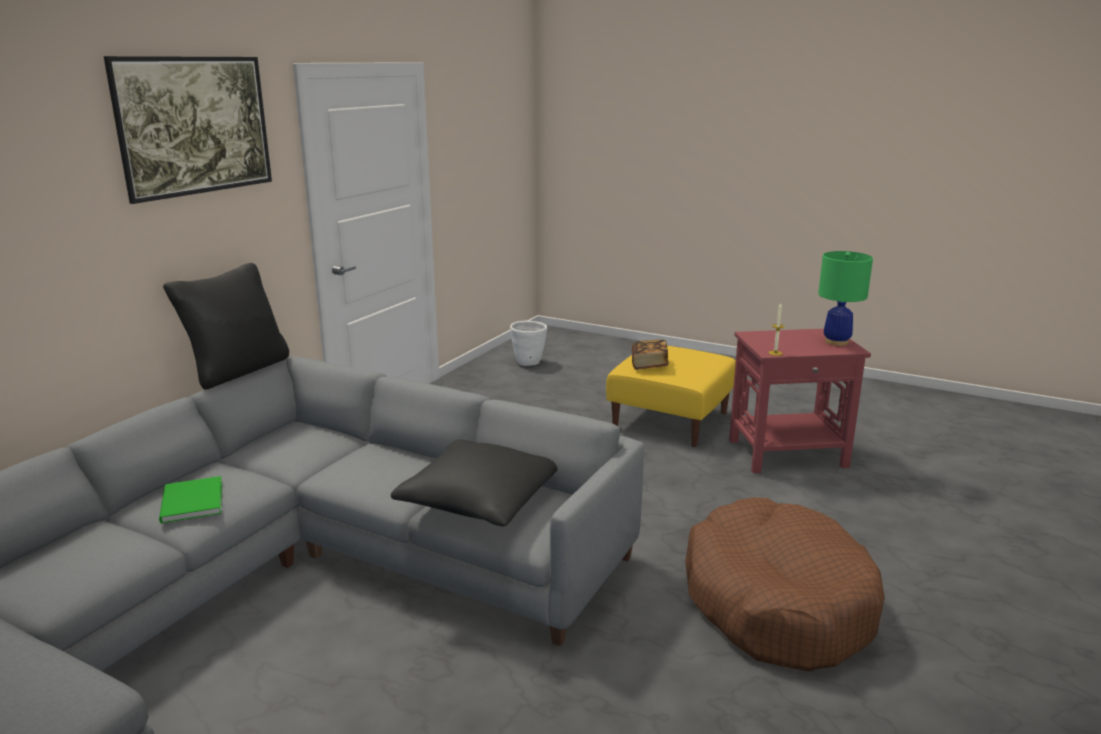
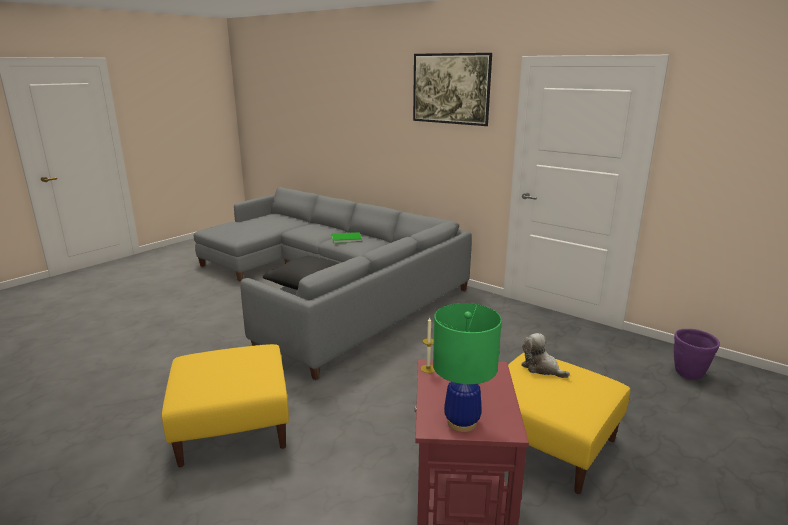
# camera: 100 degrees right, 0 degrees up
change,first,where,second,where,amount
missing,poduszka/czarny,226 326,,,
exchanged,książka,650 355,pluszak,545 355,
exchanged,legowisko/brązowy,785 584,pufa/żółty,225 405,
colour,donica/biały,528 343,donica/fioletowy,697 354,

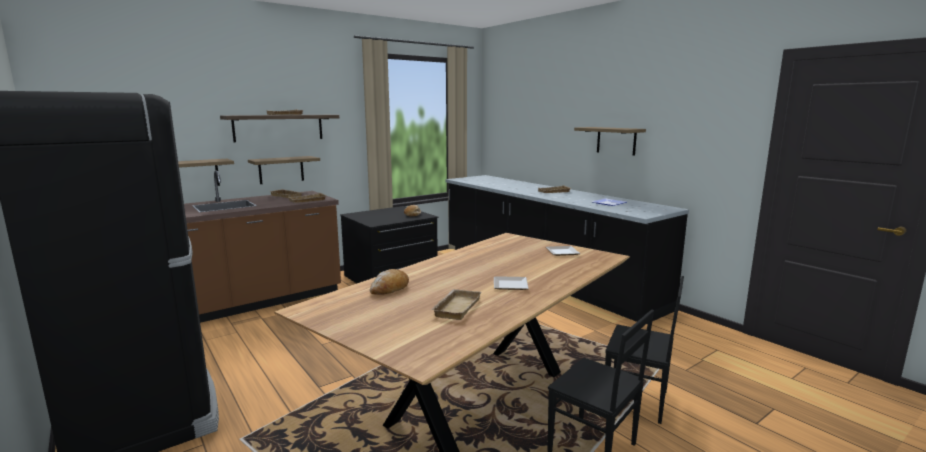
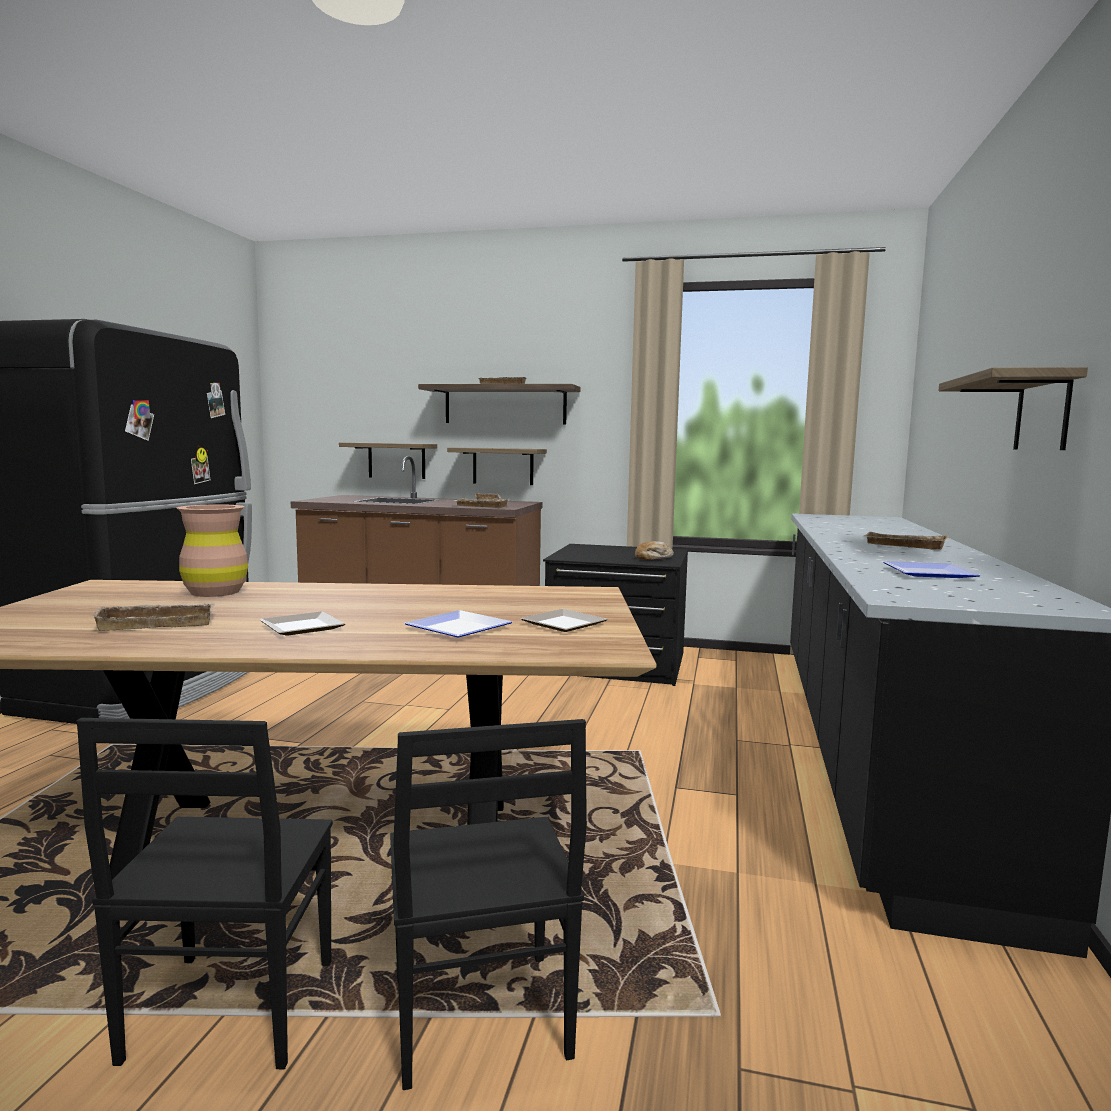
# camera: 50 degrees right, 5 degrees down
change,first,where,second,where,amount
appeared,,,talerz,458 623,
exchanged,chleb,389 282,wazon/brązowy,212 550,

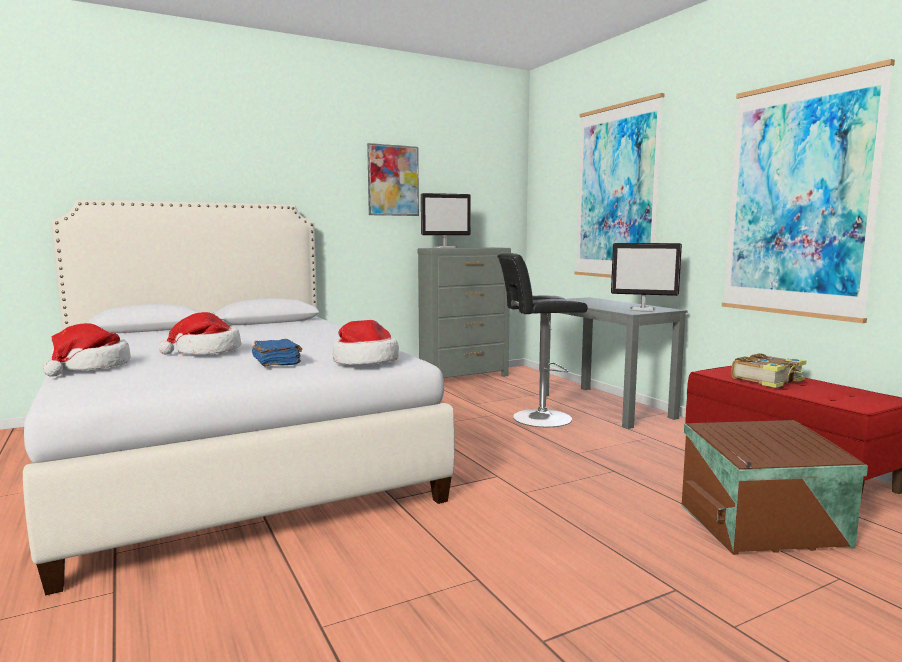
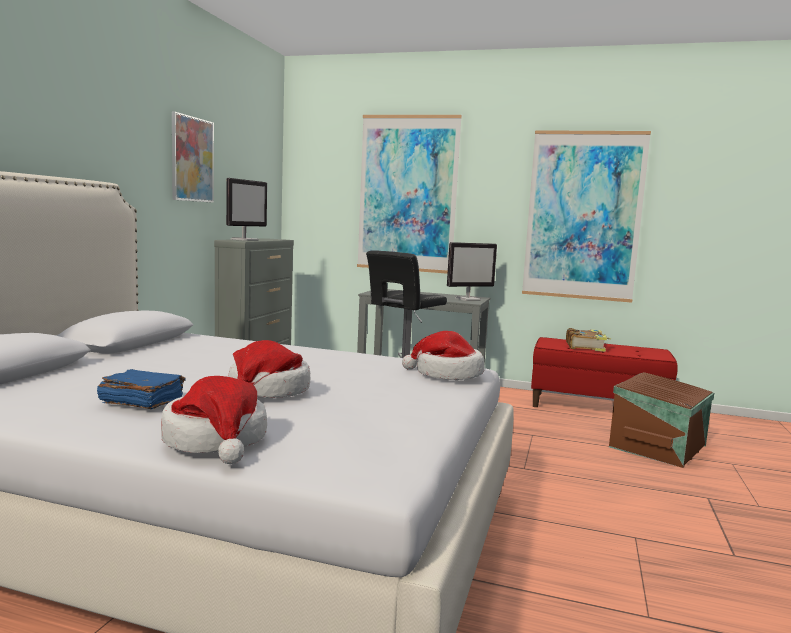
# camera: 45 degrees left, 0 degrees up
change,first,where,second,where,amount
relocated,książka/niebieski,277 352,,141 389,

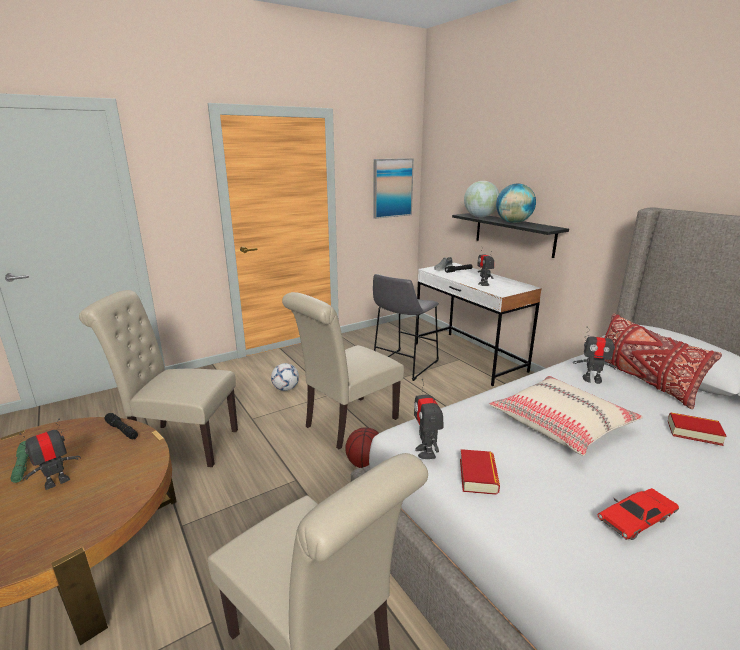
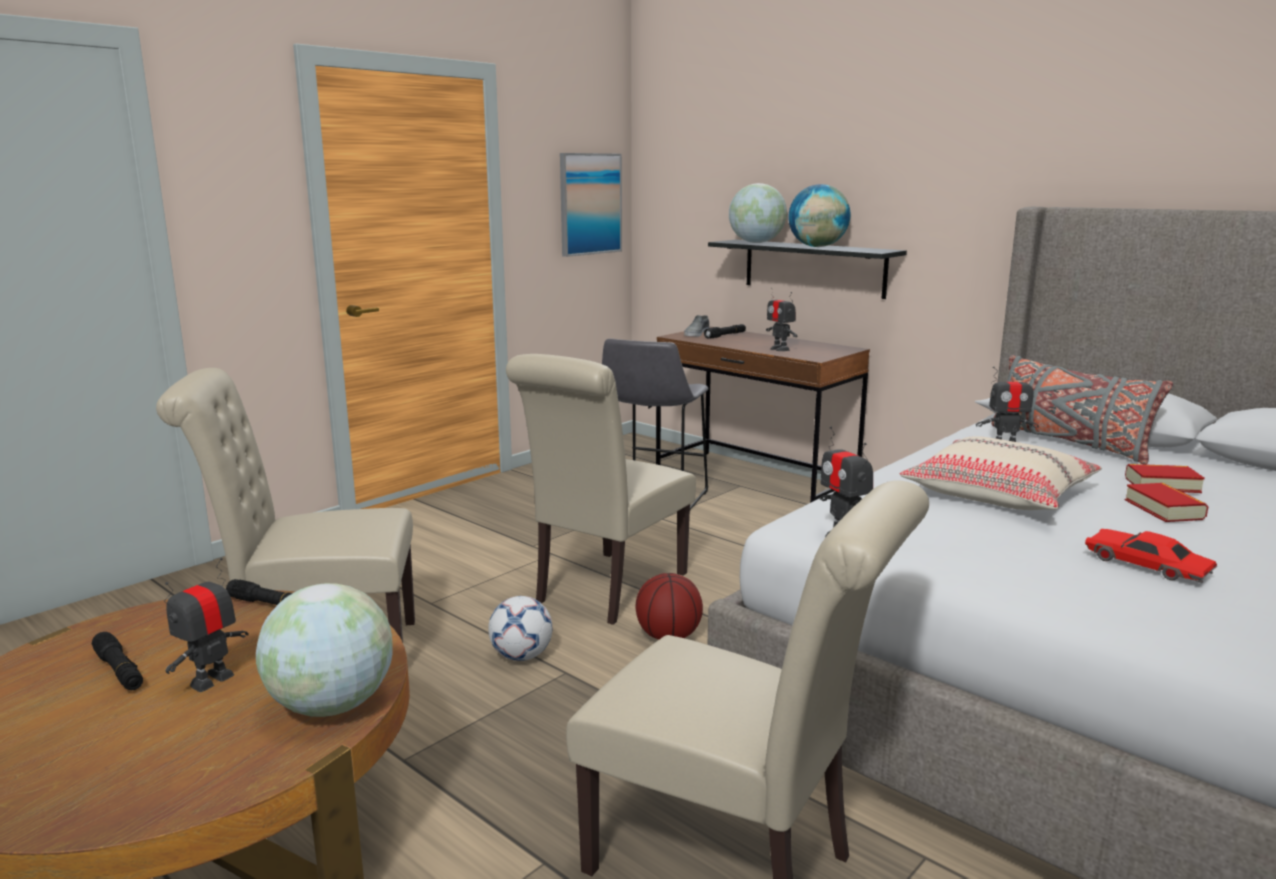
# camera: 15 degrees left, 5 degrees down
change,first,where,second,where,amount
appeared,,,globus,324 650,
relocated,piłka futbolowa,285 377,,520 628,
relocated,książka,480 472,,1167 502,
colour,latarka/zielony,19 462,latarka/czarny,117 661,
colour,biurko/biały,479 324,biurko/brązowy,763 414,
colour,poduszka/czerwony,663 361,poduszka/szary,1082 410,
spun,samochodzik/czerwony,638 514,,1151 556,90 degrees clockwise

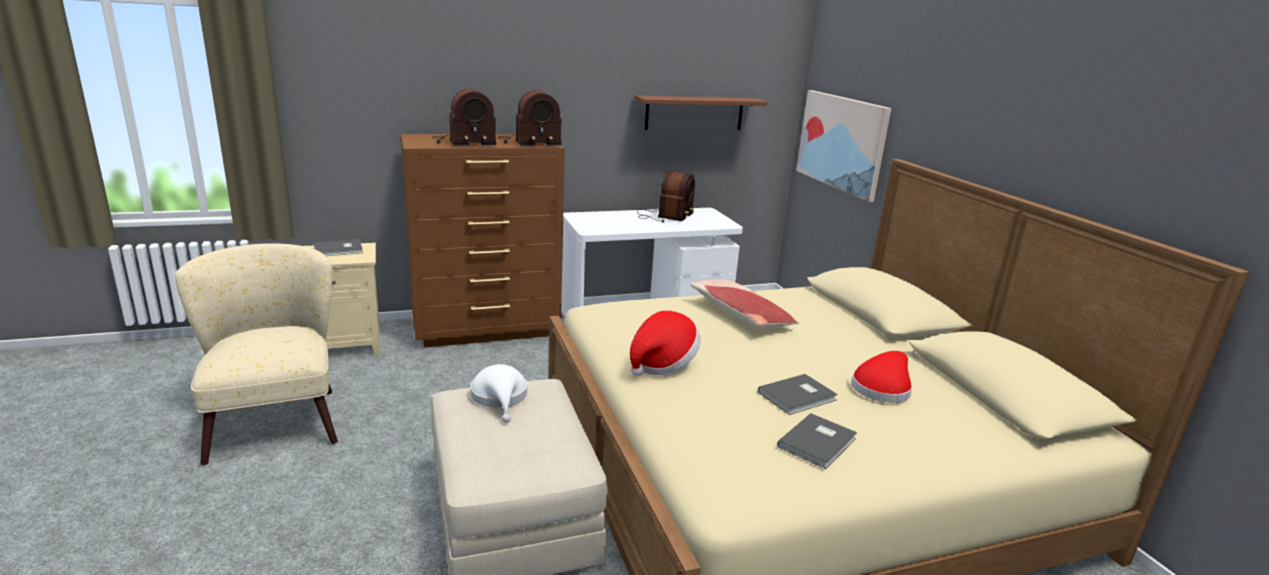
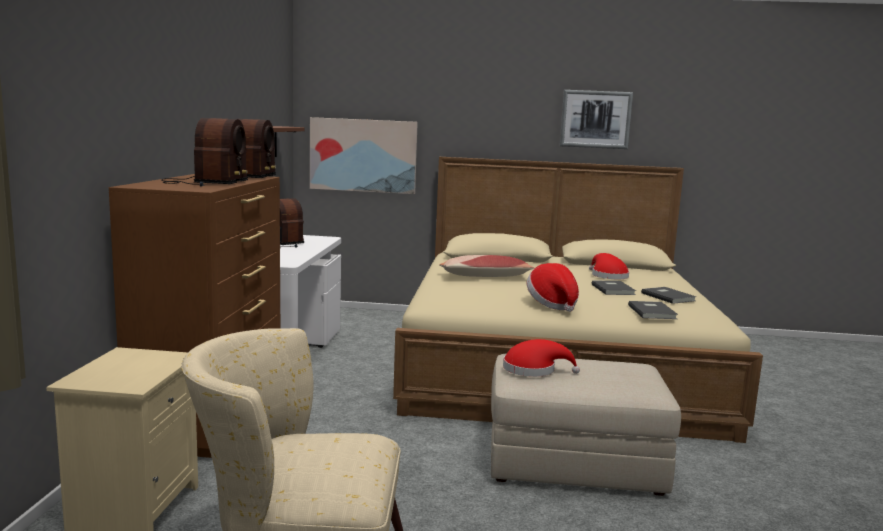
# camera: 65 degrees left, 10 degrees down
change,first,where,second,where,amount
appeared,,,obraz,596 119,
relocated,książka/szary,338 247,,653 310,
colour,kapelusz/biały,498 393,kapelusz/czerwony,541 358,

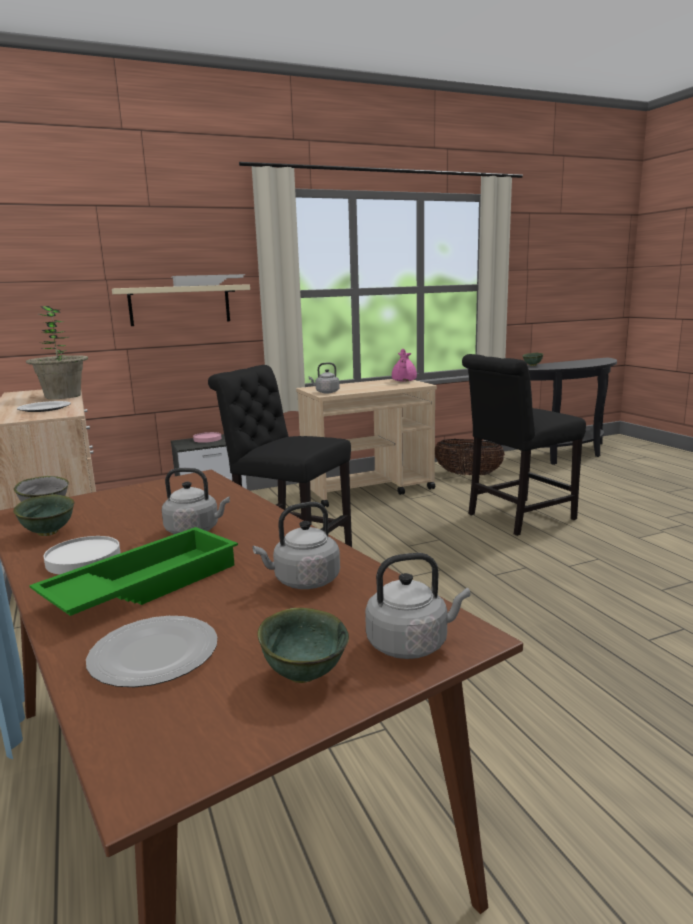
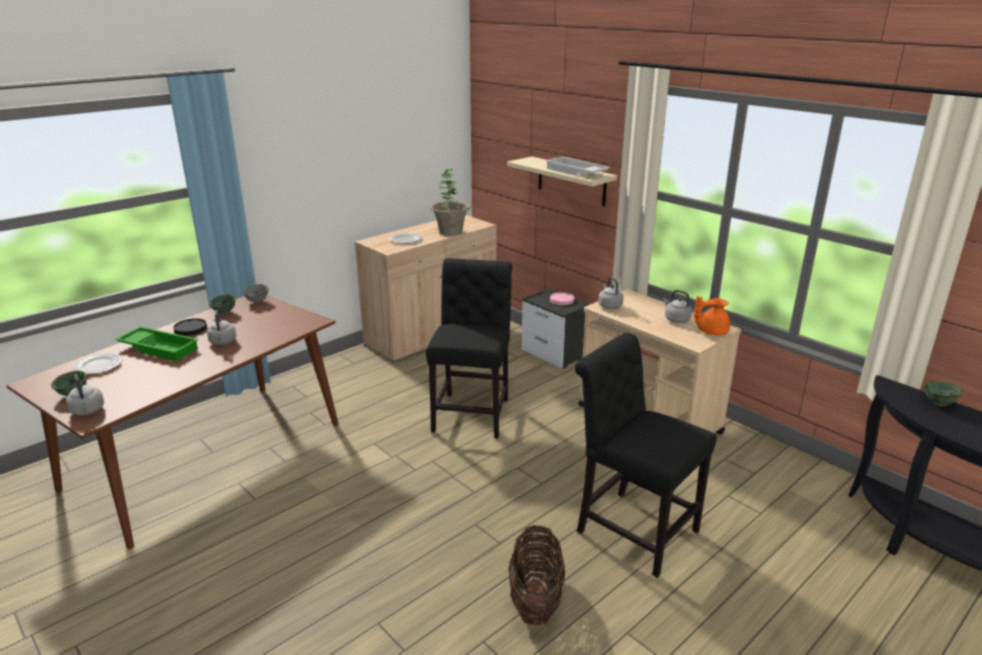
# camera: 70 degrees right, 10 degrees up
change,first,where,second,where,amount
relocated,czajnik/szary,296 545,,677 306,
relocated,koszyk,470 457,,536 575,
colour,talerz/biały,82 555,talerz/czarny,190 327,
colour,imbryk/różowy,404 365,imbryk/pomarańczowy,712 315,

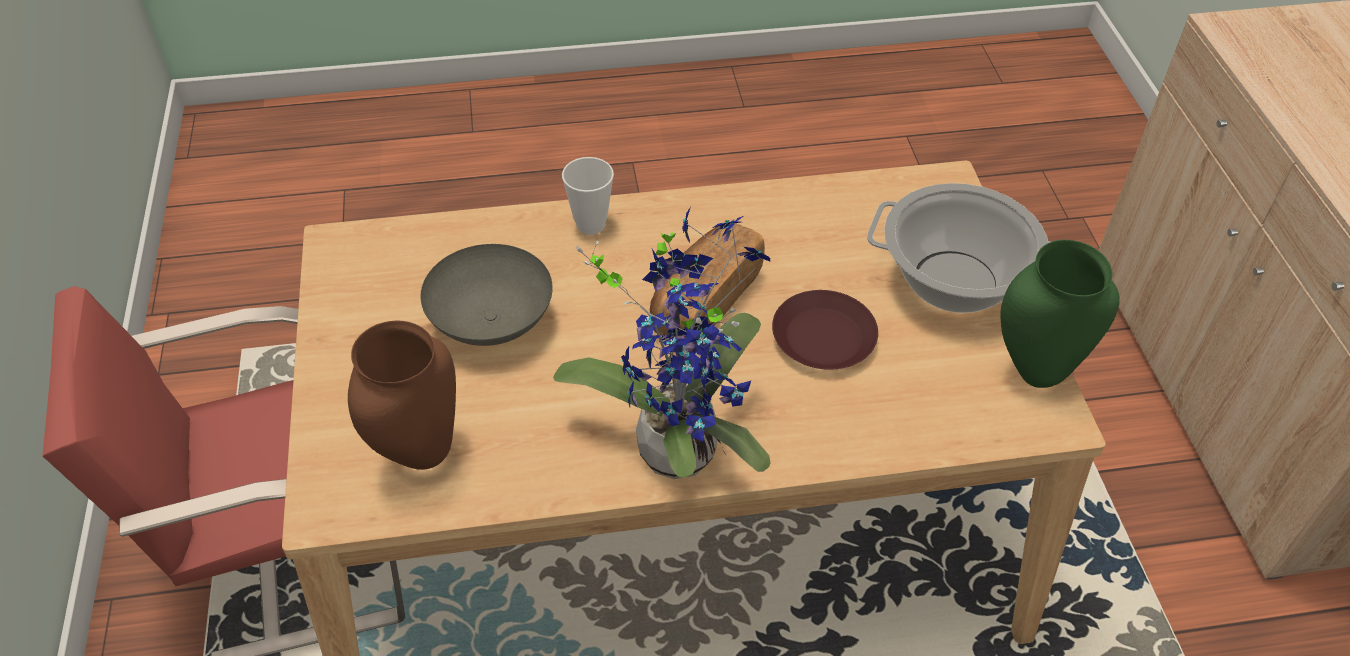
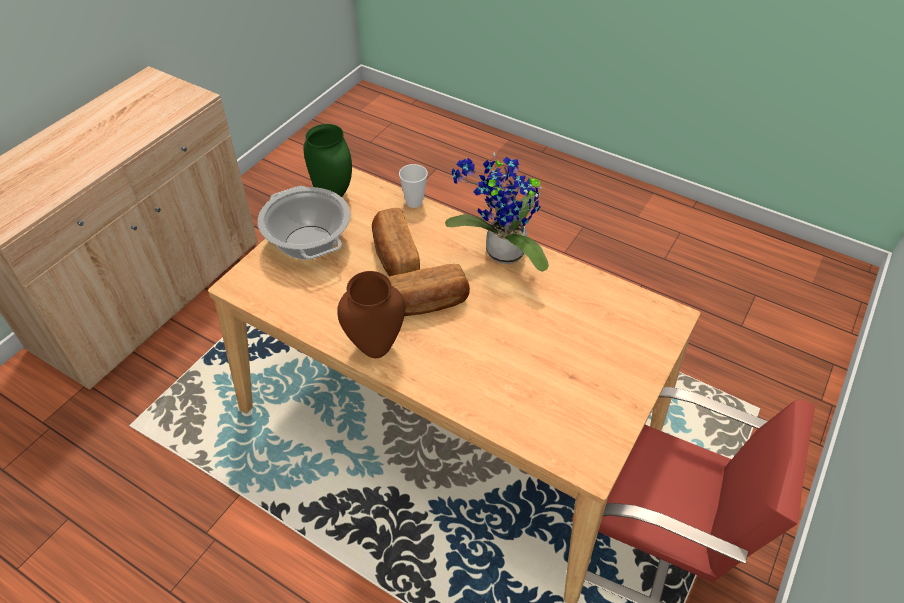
# camera: 140 degrees left, 0 degrees up
change,first,where,second,where,amount
missing,miska/szary,487 295,,,
relocated,wazon/brązowy,402 395,,371 314,
relocated,filiżanka,588 196,,413 186,
exchanged,talerz/brązowy,825 330,chleb,396 242,

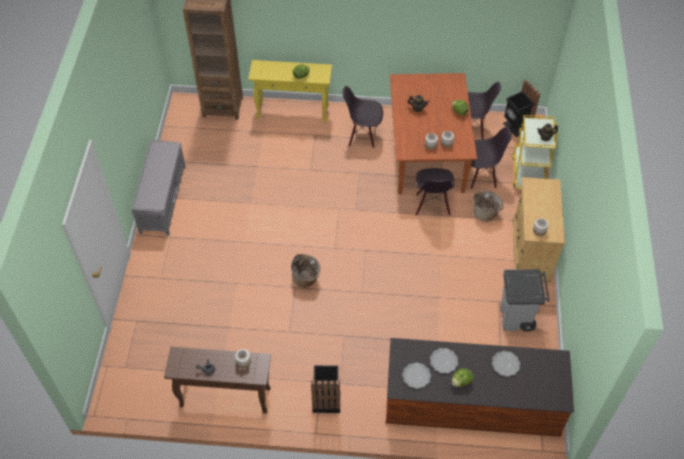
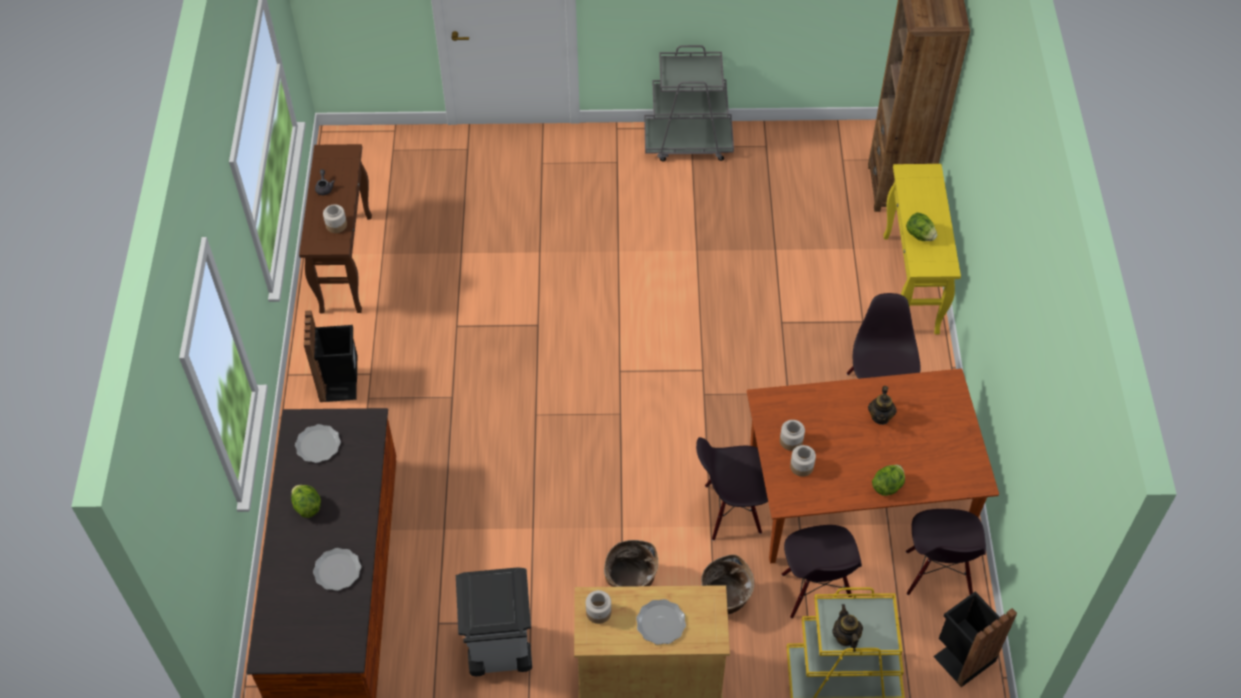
# camera: 85 degrees right, 0 degrees up
change,first,where,second,where,amount
relocated,koszyk,305 271,,631 563,
relocated,talerz,444 360,,661 622,
exchanged,ławka/szary,159 188,wózek/szary,689 103,

